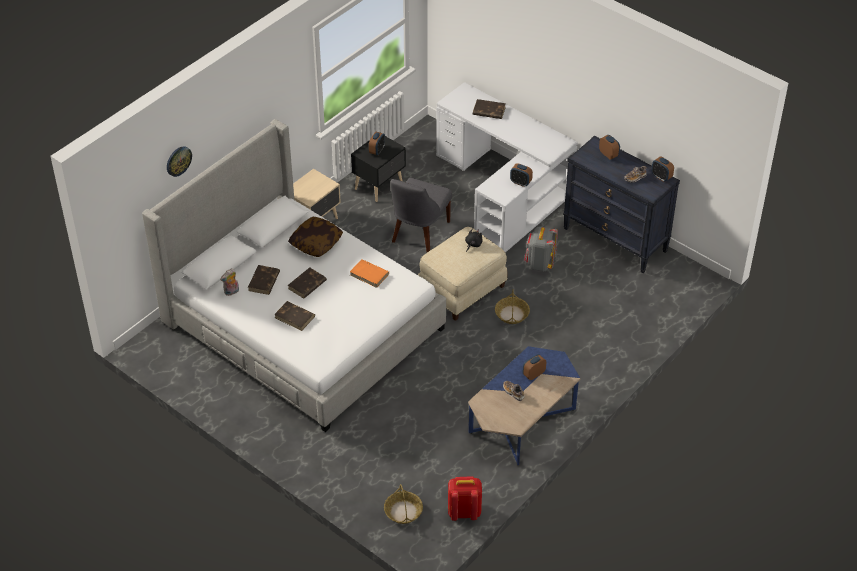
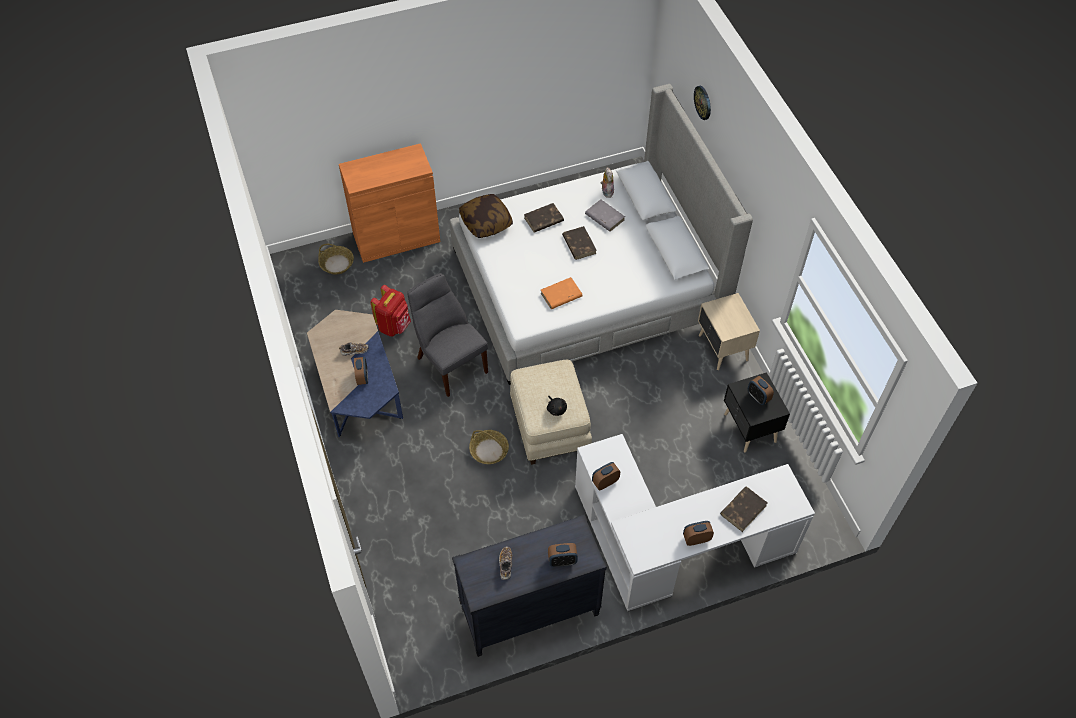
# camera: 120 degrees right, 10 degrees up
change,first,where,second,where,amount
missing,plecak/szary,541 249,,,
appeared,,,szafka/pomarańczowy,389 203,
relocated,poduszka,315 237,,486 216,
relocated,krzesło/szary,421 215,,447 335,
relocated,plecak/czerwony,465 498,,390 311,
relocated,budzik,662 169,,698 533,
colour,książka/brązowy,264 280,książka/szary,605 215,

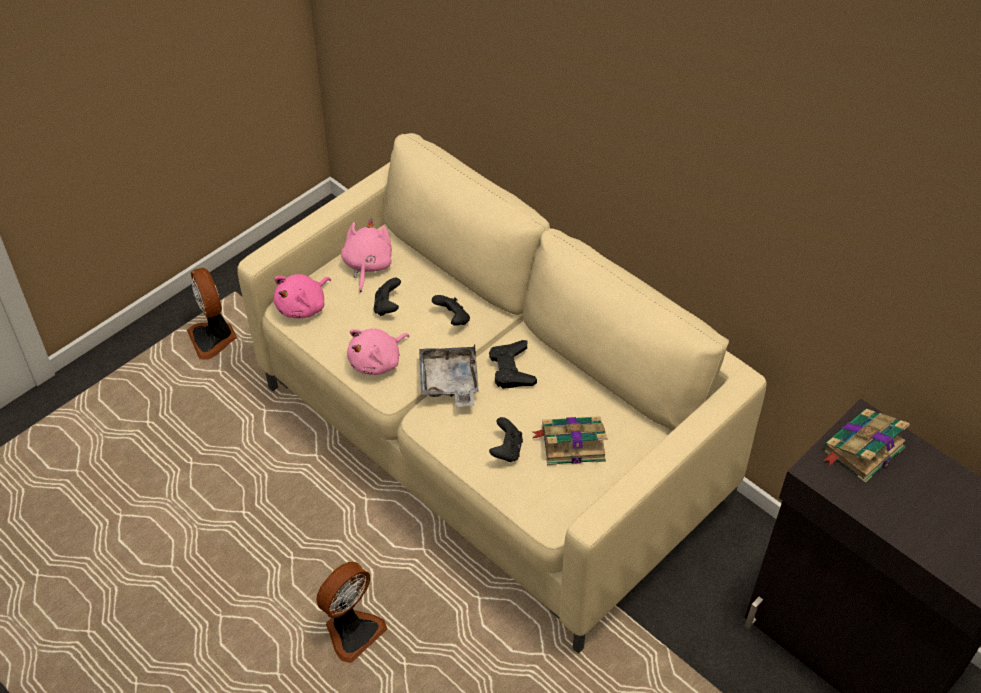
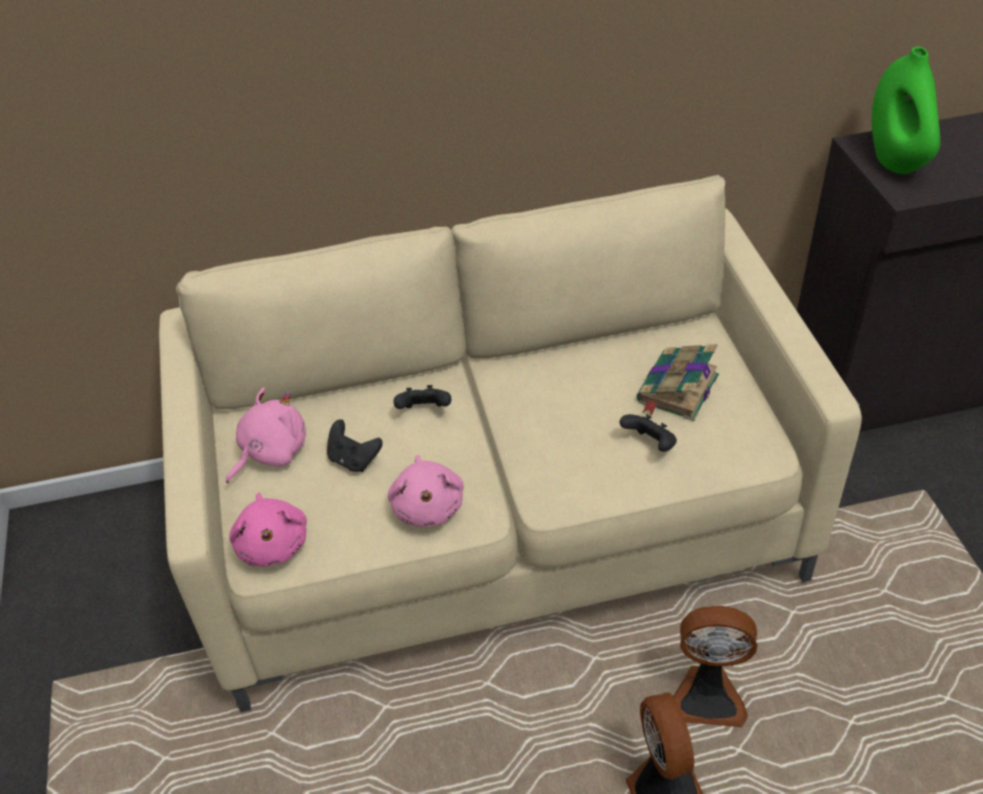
# camera: 55 degrees left, 5 degrees down
change,first,where,second,where,amount
missing,taca/szary,449 375,,,
missing,pad do gier/czarny,513 364,,,
relocated,wentylator,212 314,,715 666,
exchanged,książka,866 446,wazon/zielony,906 110,
spun,pluszak/różowy,366 255,,266 435,90 degrees clockwise

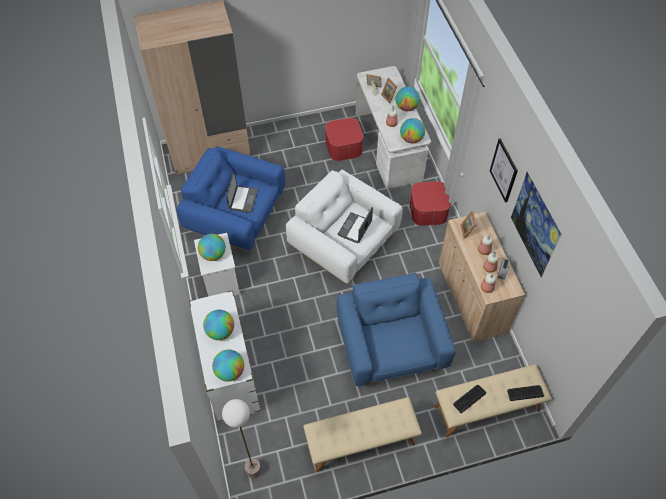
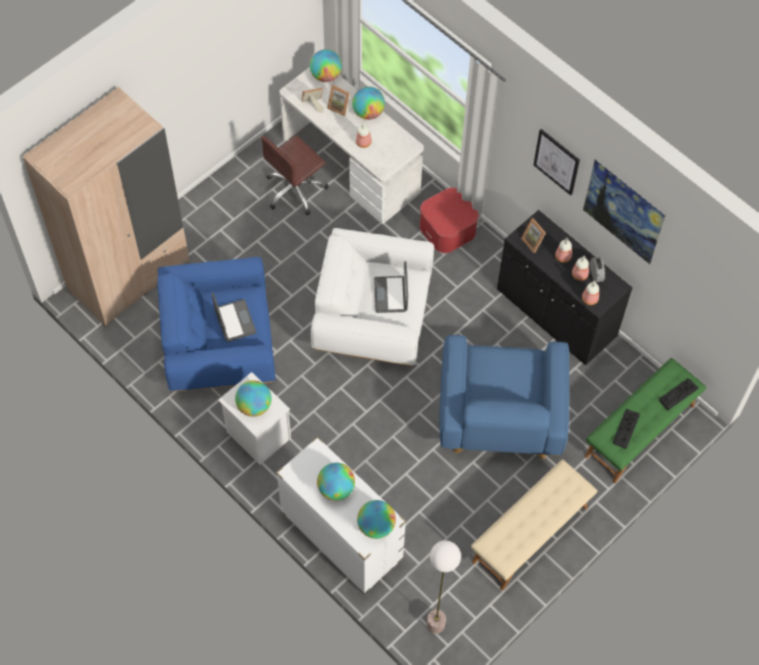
# camera: 30 degrees left, 5 degrees up
change,first,where,second,where,amount
relocated,globus,412 130,,326 65,
exchanged,pufa,344 139,krzesło biurowe/brązowy,294 175,
colour,ławka/beżowy,493 400,ławka/zielony,645 420,
colour,szafka/beżowy,482 277,szafka/czarny,564 287,
spun,fotel/niebieski,396 330,,504 397,135 degrees counterclockwise

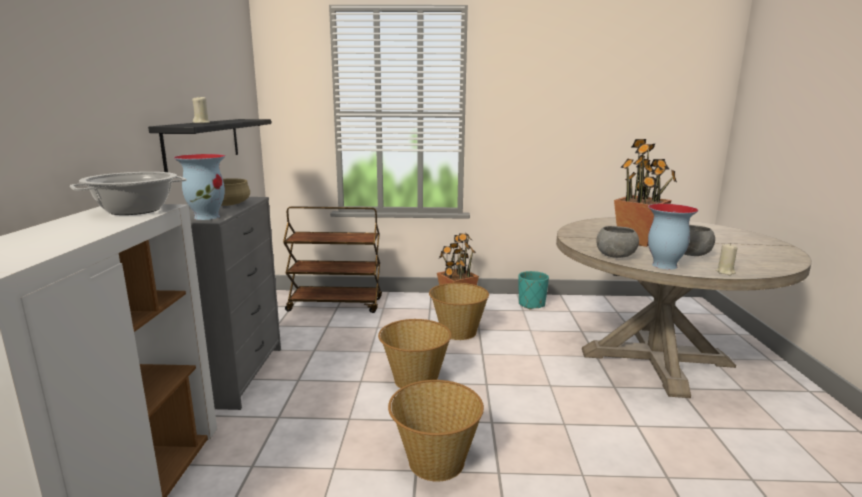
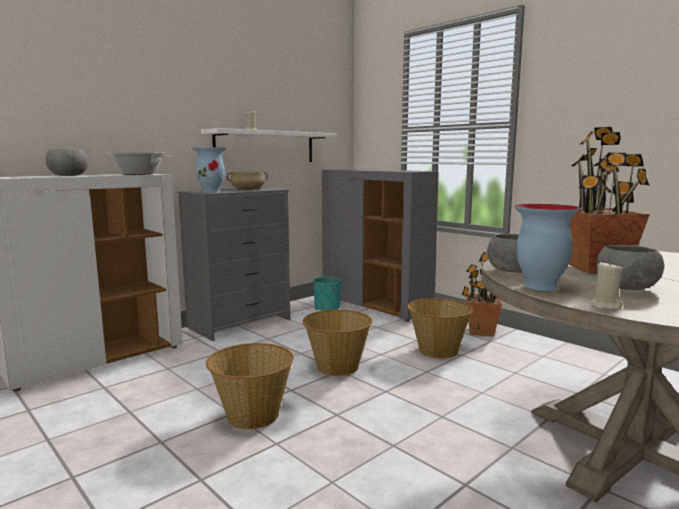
# camera: 45 degrees right, 5 degrees down
change,first,where,second,where,amount
appeared,,,miska/szary,67 162,
relocated,donica/turkusowy,534 290,,327 294,
exchanged,wózek/brązowy,332 259,szafka/szary,380 245,
colour,półka/czarny,209 145,półka/biały,269 145,

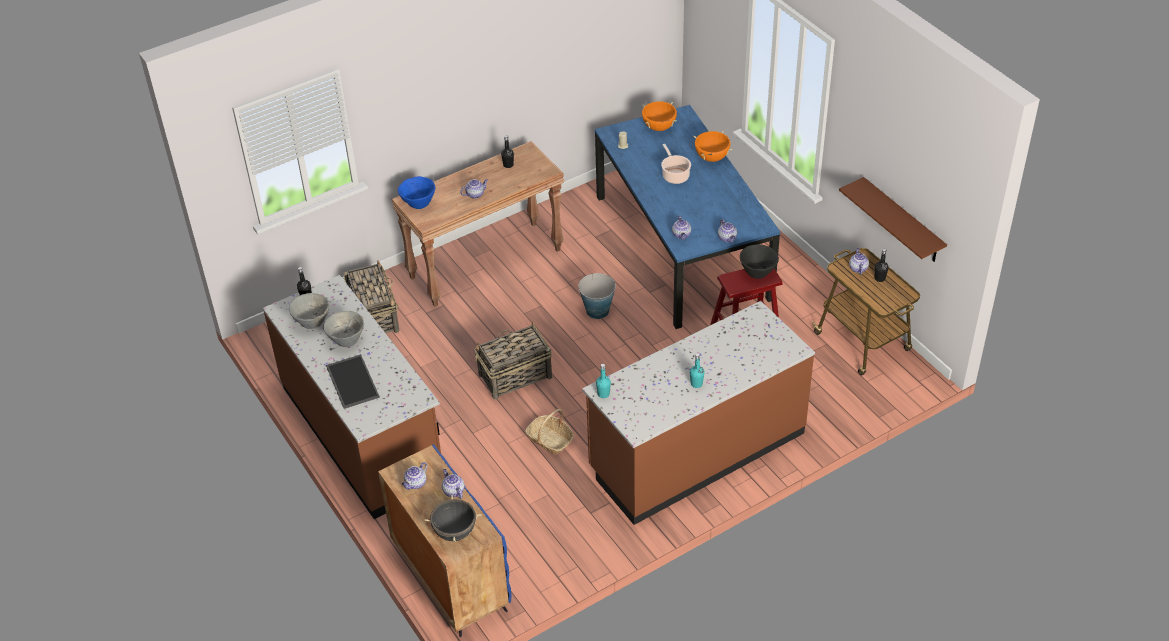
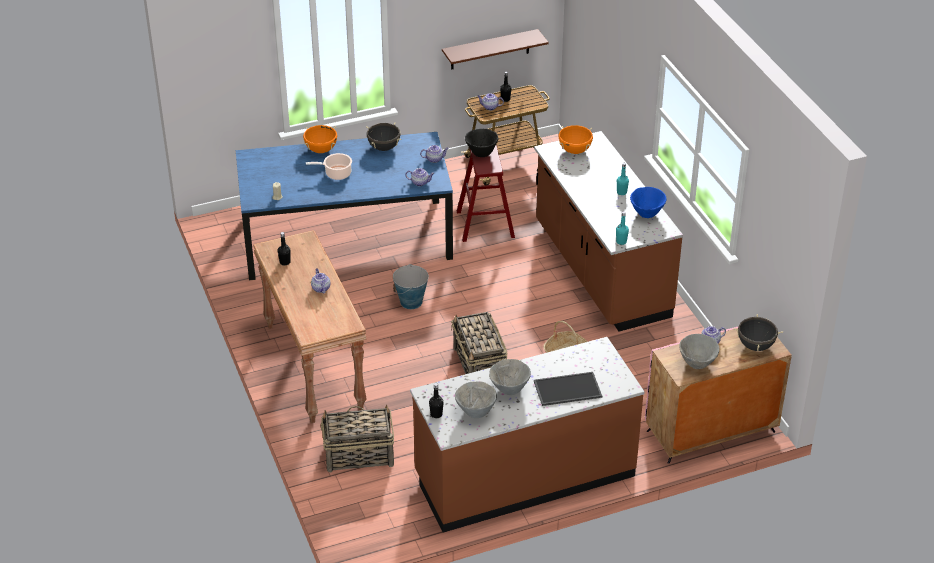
# camera: 80 degrees left, 5 degrees down
change,first,where,second,where,amount
appeared,,,garnek/czarny,383 137,
relocated,miska/niebieski,416 192,,648 202,
relocated,garnek/pomarańczowy,659 116,,575 139,
exchanged,imbryk,414 475,miska/szary,699 351,
colour,szafka/niebieski,445 540,szafka/różowy,718 395,

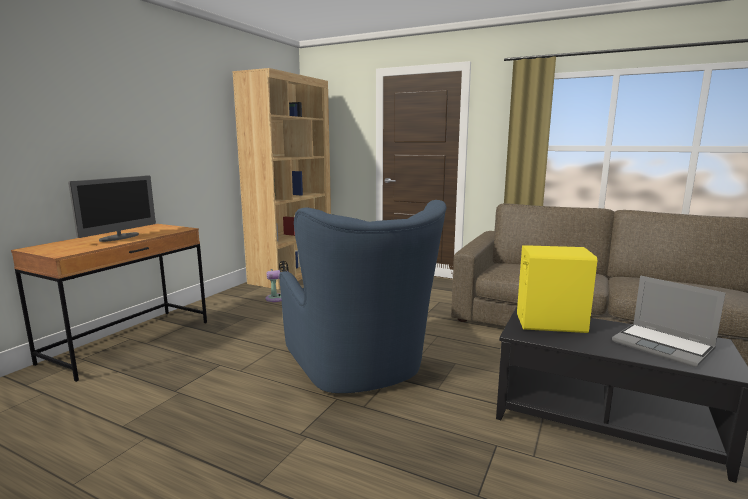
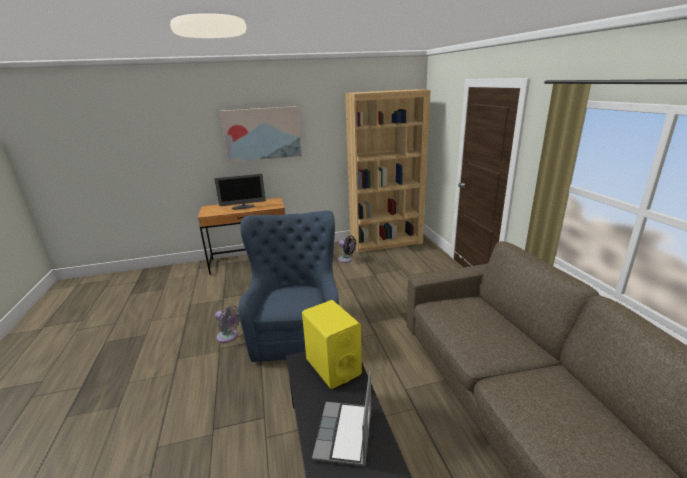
# camera: 50 degrees right, 10 degrees up
change,first,where,second,where,amount
appeared,,,wentylator/szary,227 324,
appeared,,,obraz,261 134,
spun,fotel/niebieski,362 296,,289 286,150 degrees clockwise

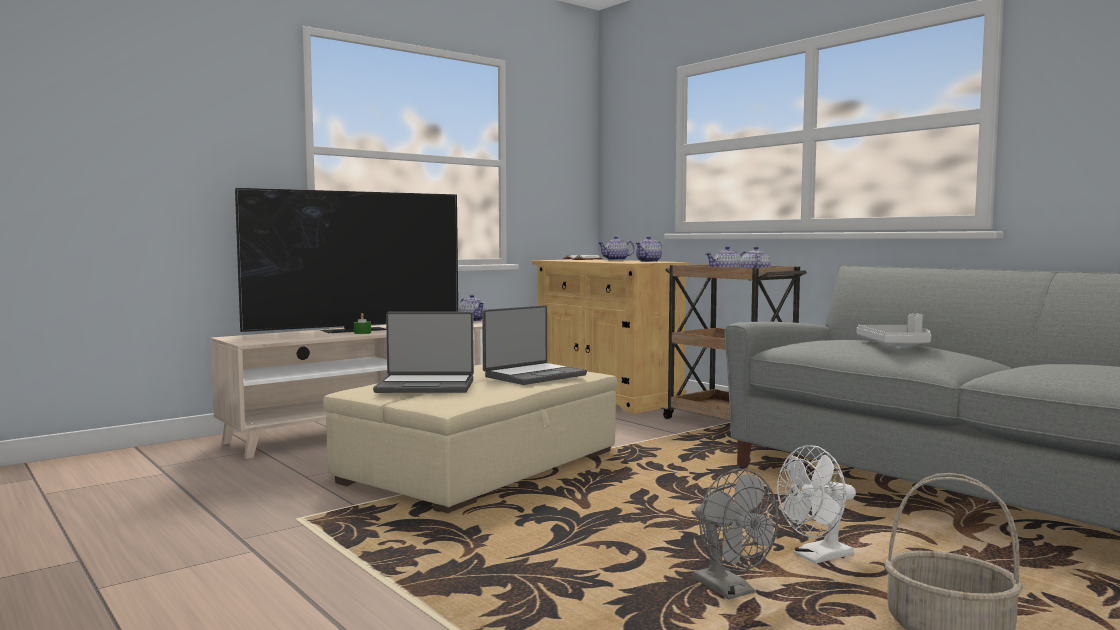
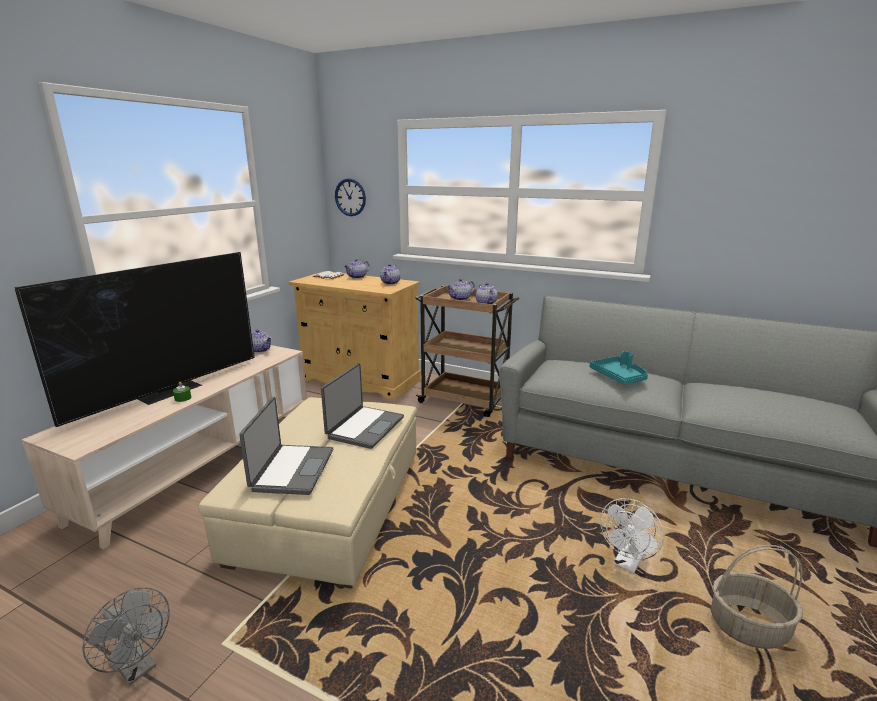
# camera: 25 degrees left, 15 degrees up
change,first,where,second,where,amount
appeared,,,zegar ścienny,350 197,
relocated,wentylator/szary,735 534,,125 636,
colour,taca/szary,894 330,taca/turkusowy,619 368,
spun,laptop,423 352,,286 446,60 degrees counterclockwise

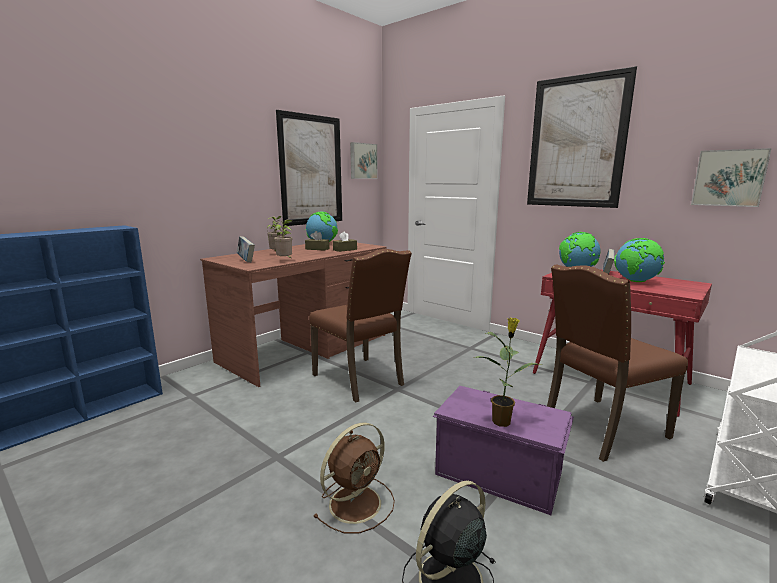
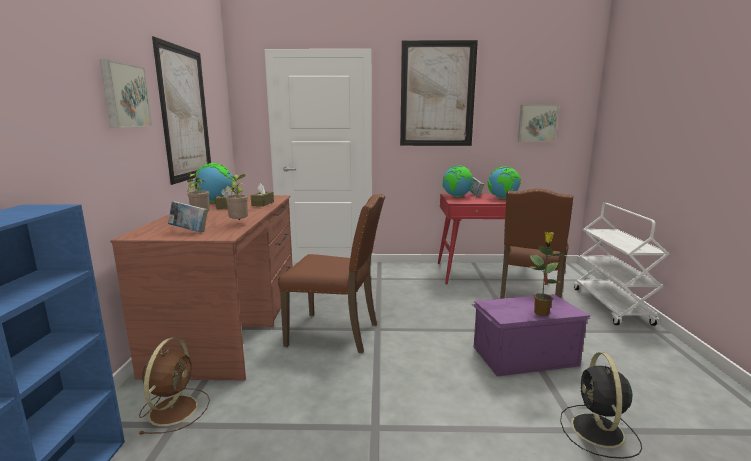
# camera: 40 degrees left, 0 degrees up
change,first,where,second,where,amount
relocated,wentylator/brązowy,354 478,,174 386,
relocated,obraz,364 160,,126 94,

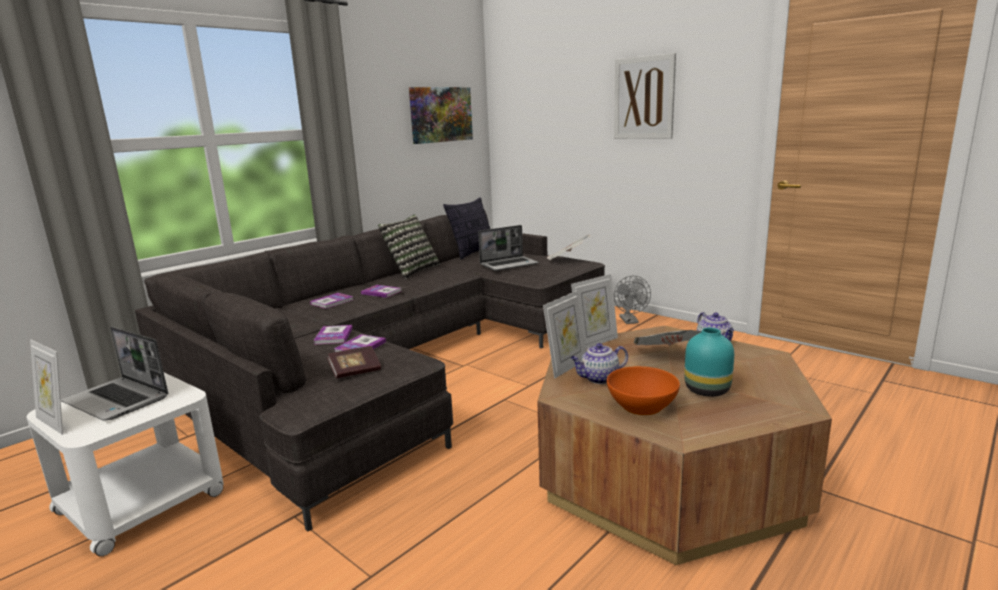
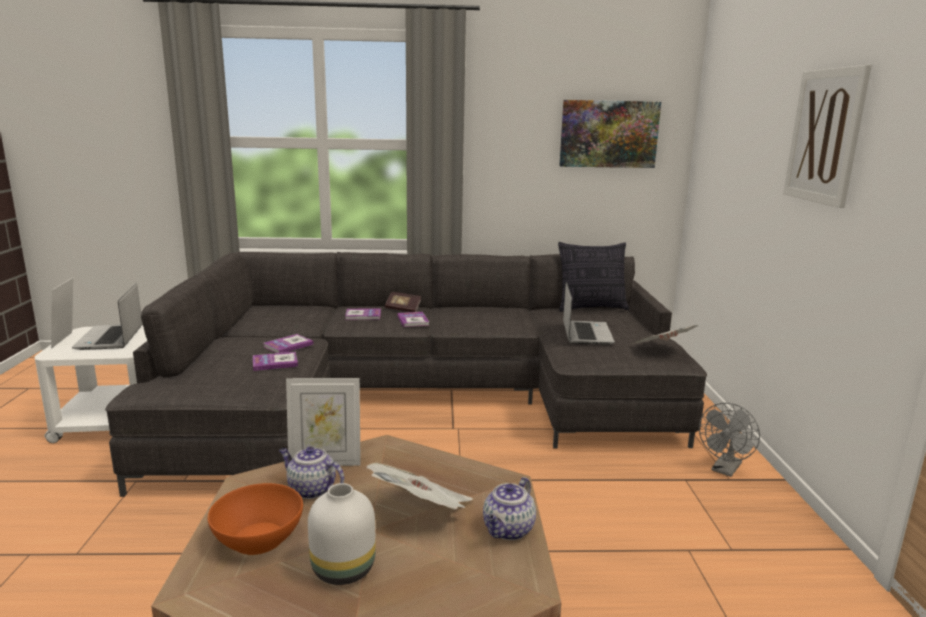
# camera: 45 degrees right, 0 degrees up
change,first,where,second,where,amount
missing,poduszka,409 246,,,
missing,ramka na zdjęcie,594 311,,,
relocated,książka,354 362,,403 302,
colour,wazon/turkusowy,709 362,wazon/biały,342 534,
spun,laptop,508 248,,589 313,105 degrees counterclockwise

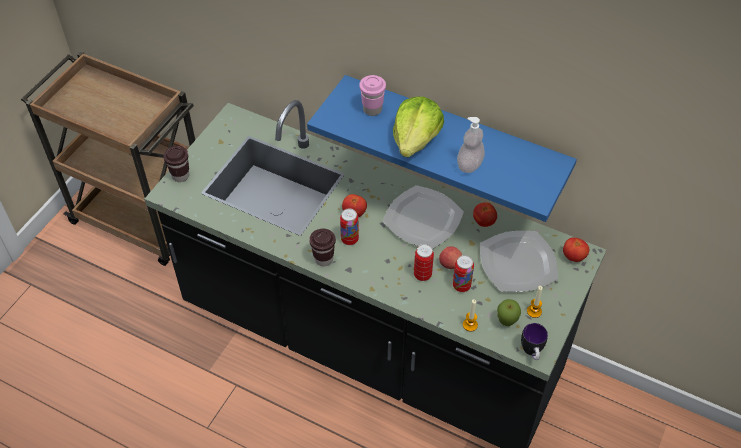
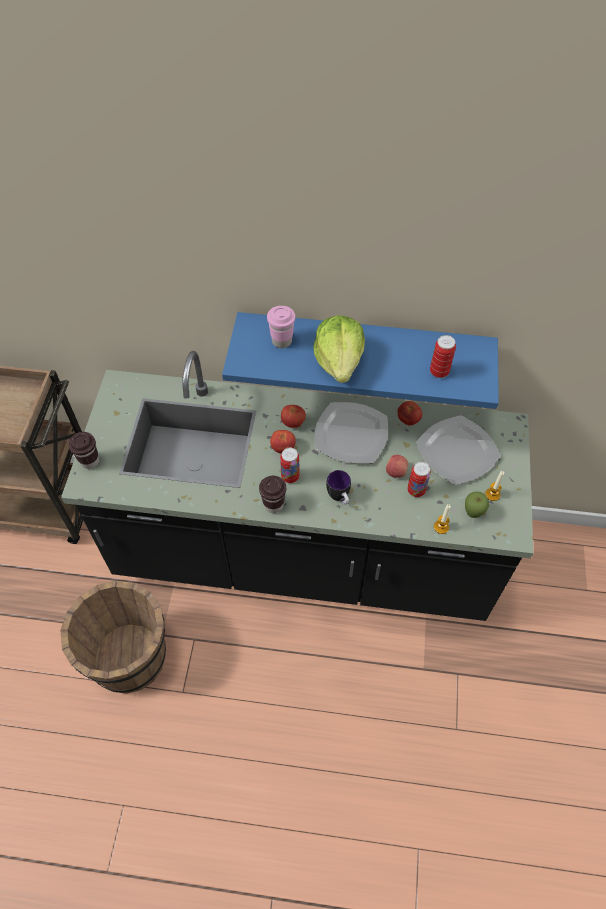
# camera: 20 degrees left, 5 degrees up
change,first,where,second,where,amount
missing,dozownik mydła,471 145,,,
appeared,,,wiadro/brązowy,113 637,
relocated,puszka,424 262,,443 356,
relocated,kubek,534 341,,338 487,
relocated,pomidor,576 249,,293 416,

